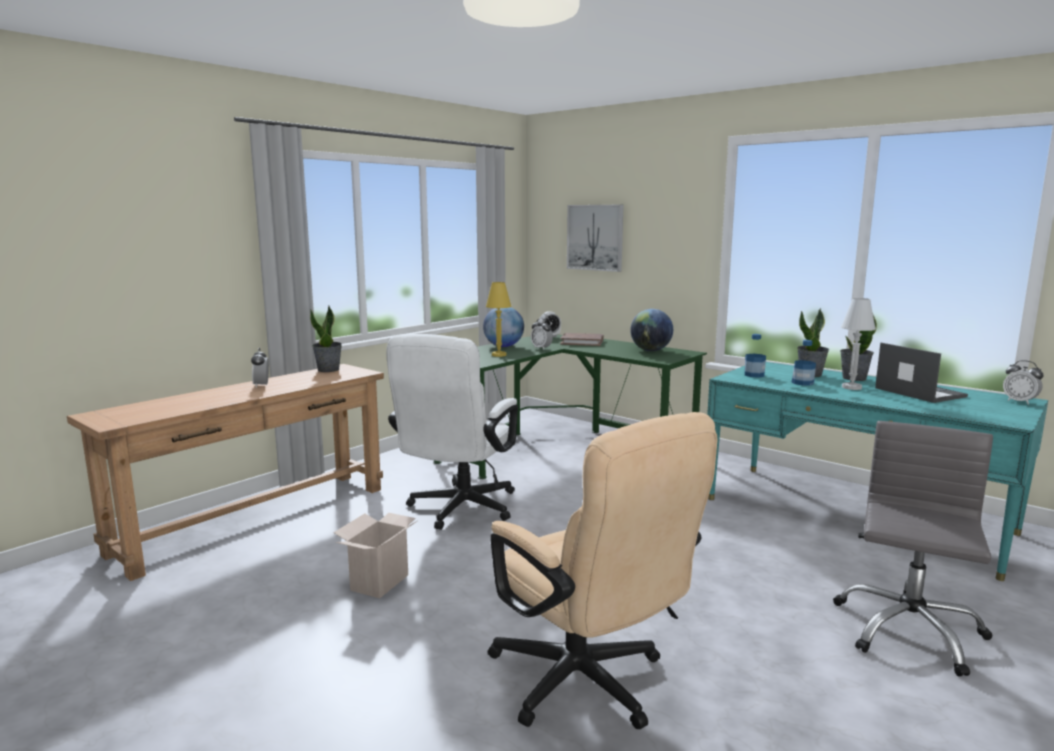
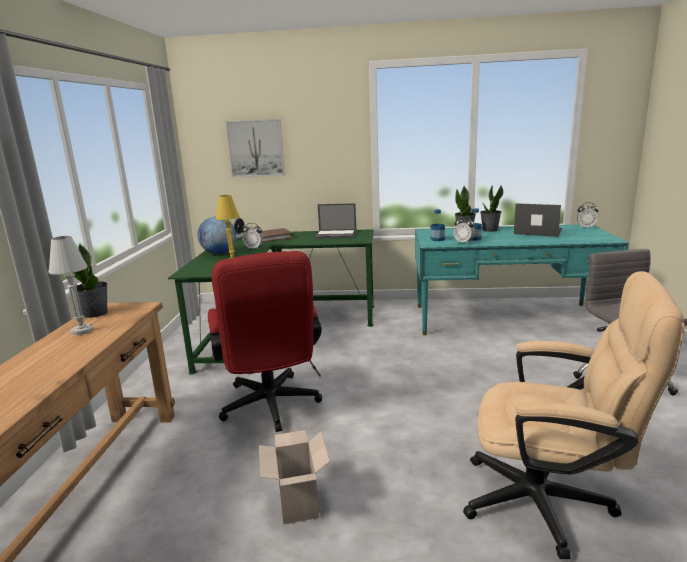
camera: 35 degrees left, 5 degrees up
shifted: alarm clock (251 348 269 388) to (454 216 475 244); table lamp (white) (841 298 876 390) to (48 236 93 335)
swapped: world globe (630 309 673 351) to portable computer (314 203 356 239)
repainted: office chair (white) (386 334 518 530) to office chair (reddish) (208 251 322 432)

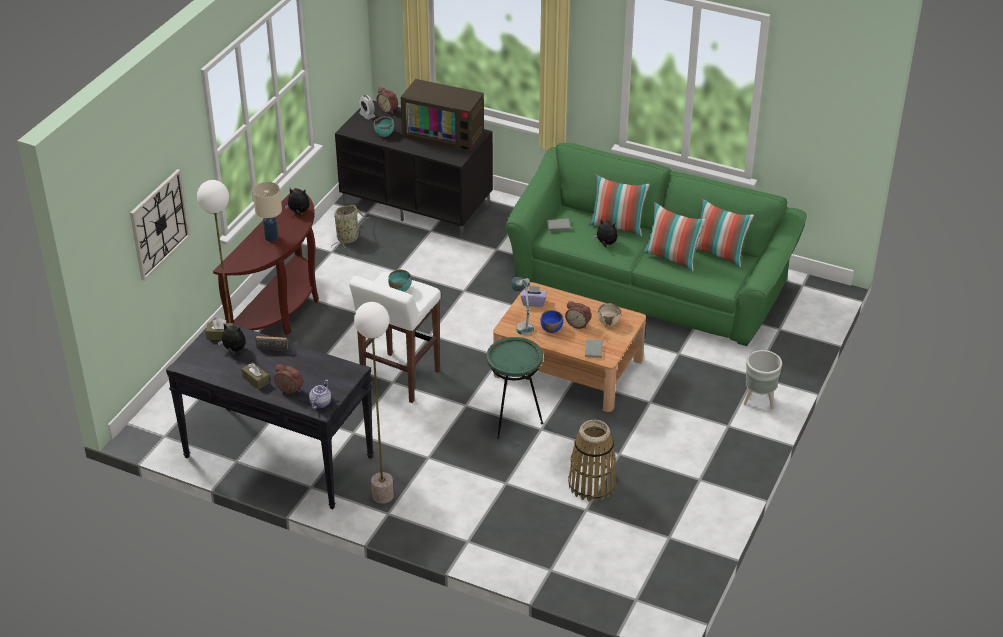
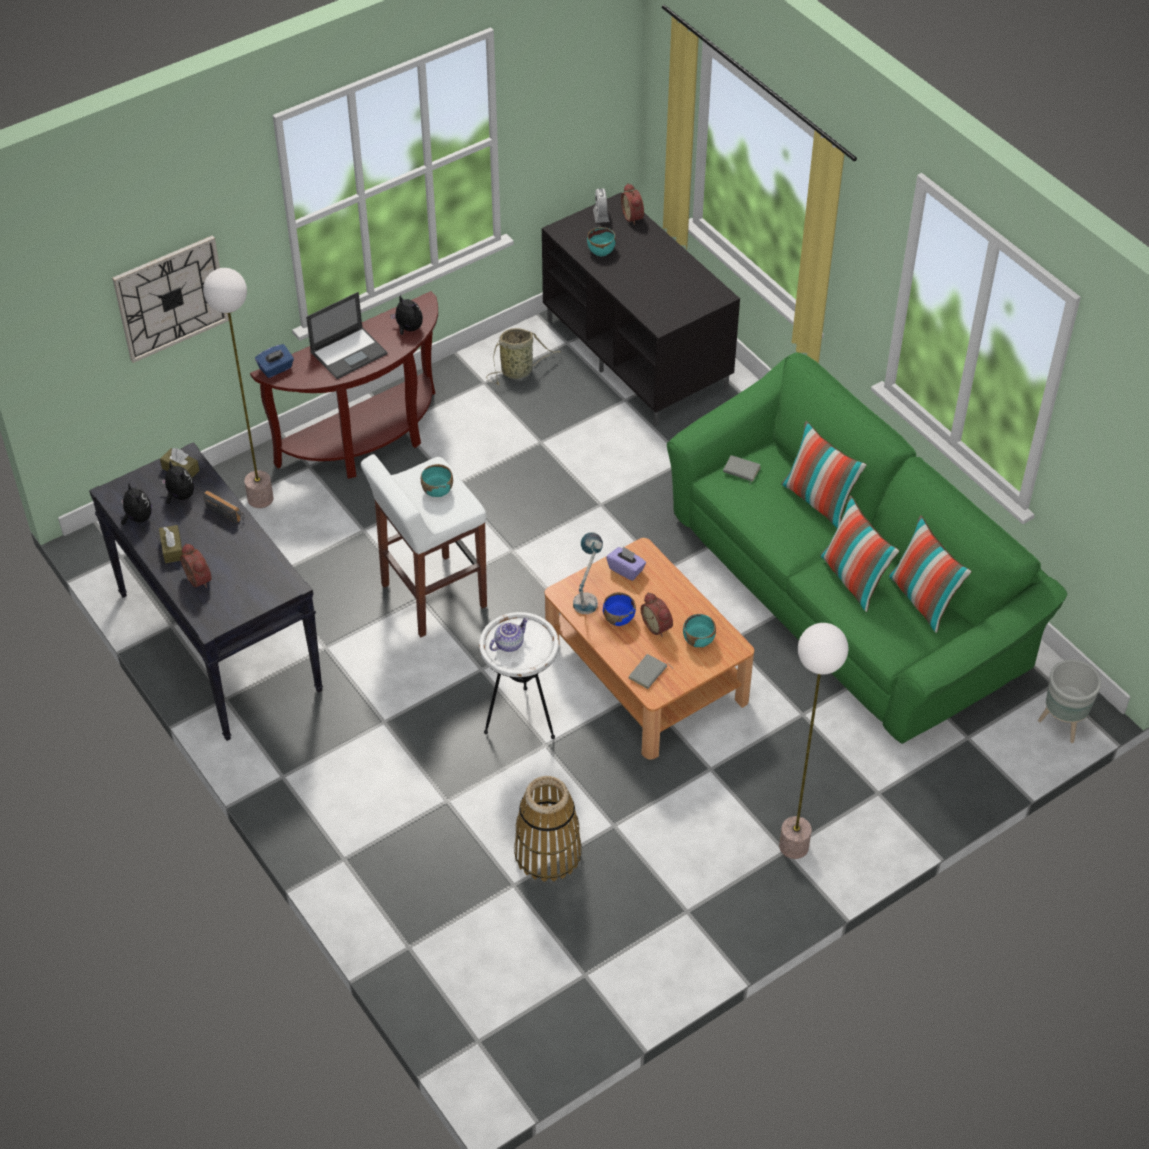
camera: 30 degrees right, 10 degrees up
gone: TV (401 79 484 152)
new: tissue box (blue) (255 344 294 378)
shifted: tea pot (309 380 331 409) to (489 618 528 652); standing lamp (354 302 394 504) to (779 623 848 859); cuddly toy (593 219 618 247) to (121 483 152 525); planter (grey) (744 350 782 409) to (1038 659 1101 743)
swapped: table lamp (beige-coloured) (253 182 282 242) to portable computer (306 292 388 379)
repainted: accent table (green-coloured) (487 337 543 439) to accent table (white) (479 612 559 739); bowl (beige-coloured) (598 303 621 326) to bowl (blue-green) (683 614 716 647)

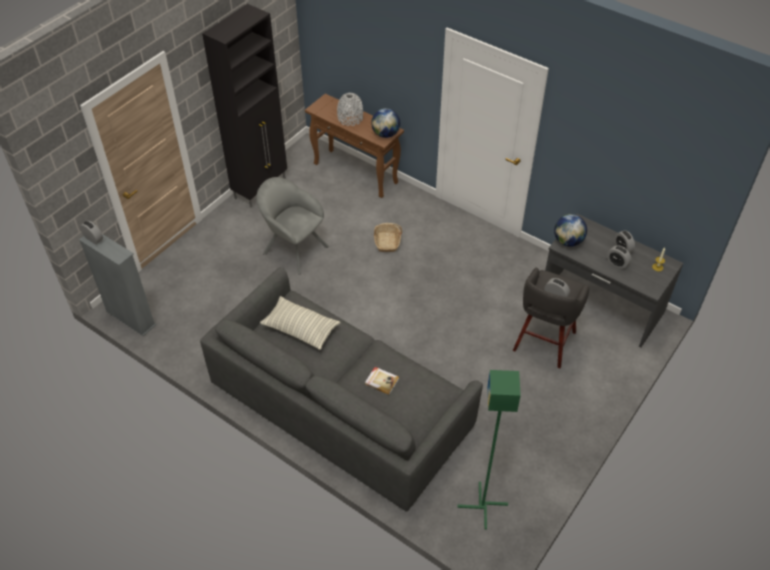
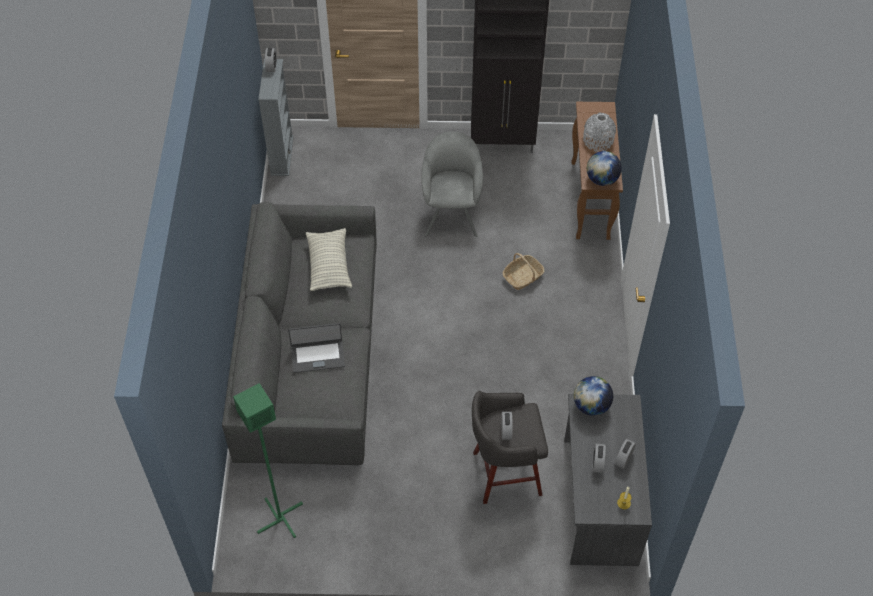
camera: 55 degrees right, 5 degrees up
swapped: book (365 367 399 395) to portable computer (288 323 345 373)

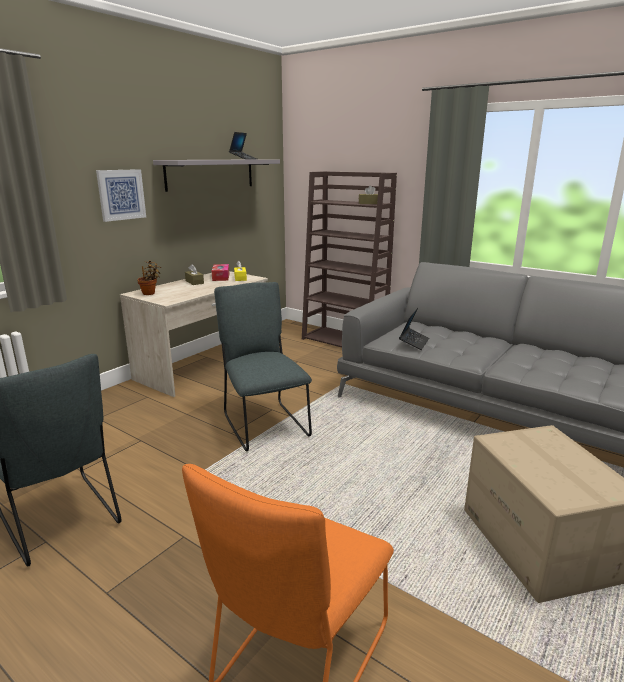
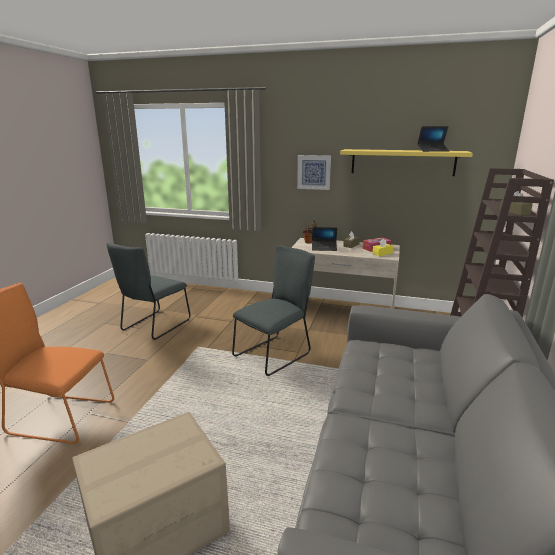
camera: 70 degrees right, 0 degrees up
shifted: portable computer (399 308 429 350) to (312 227 337 251)
repainted: bracket shelf (grey) (153 159 280 192) to bracket shelf (yellow-coloured) (340 149 473 176)

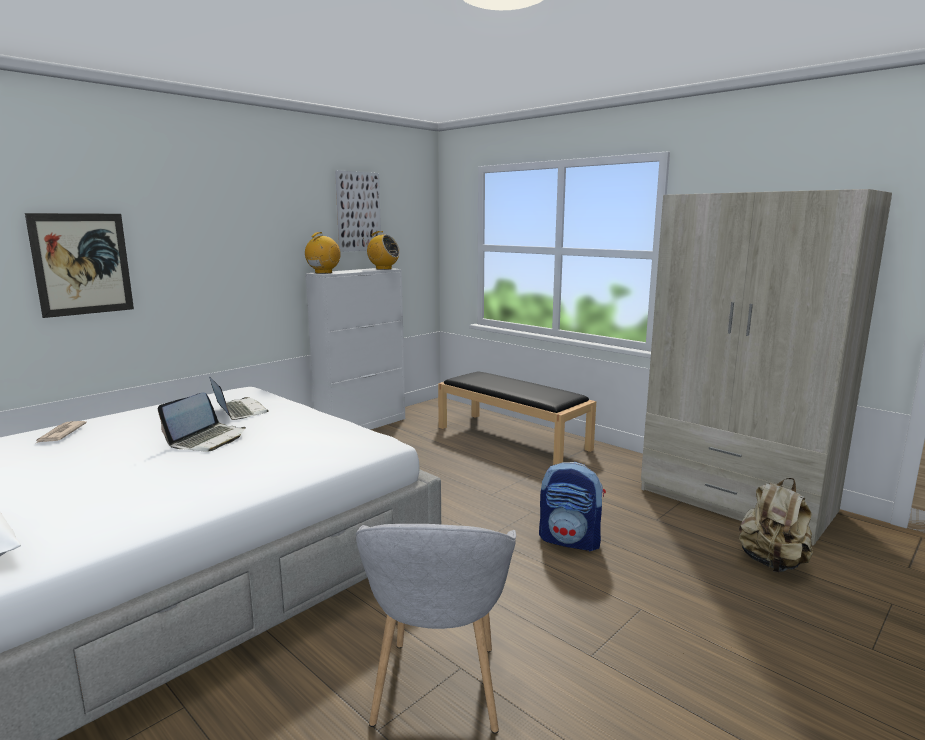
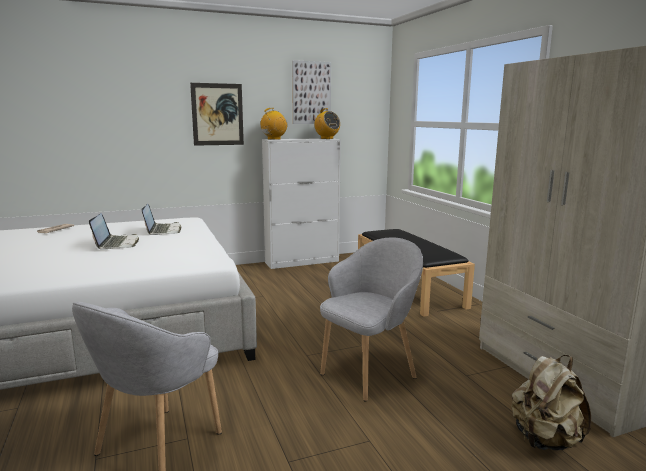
camera: 25 degrees right, 0 degrees up
shifted: wall art (25 213 134 318) to (190 83 244 146)
swapped: backpack (539 462 606 552) to lounge chair (grey) (320 238 423 402)
rotated: portable computer (158 392 246 452) = (89 213 139 249) 60 degrees counterclockwise

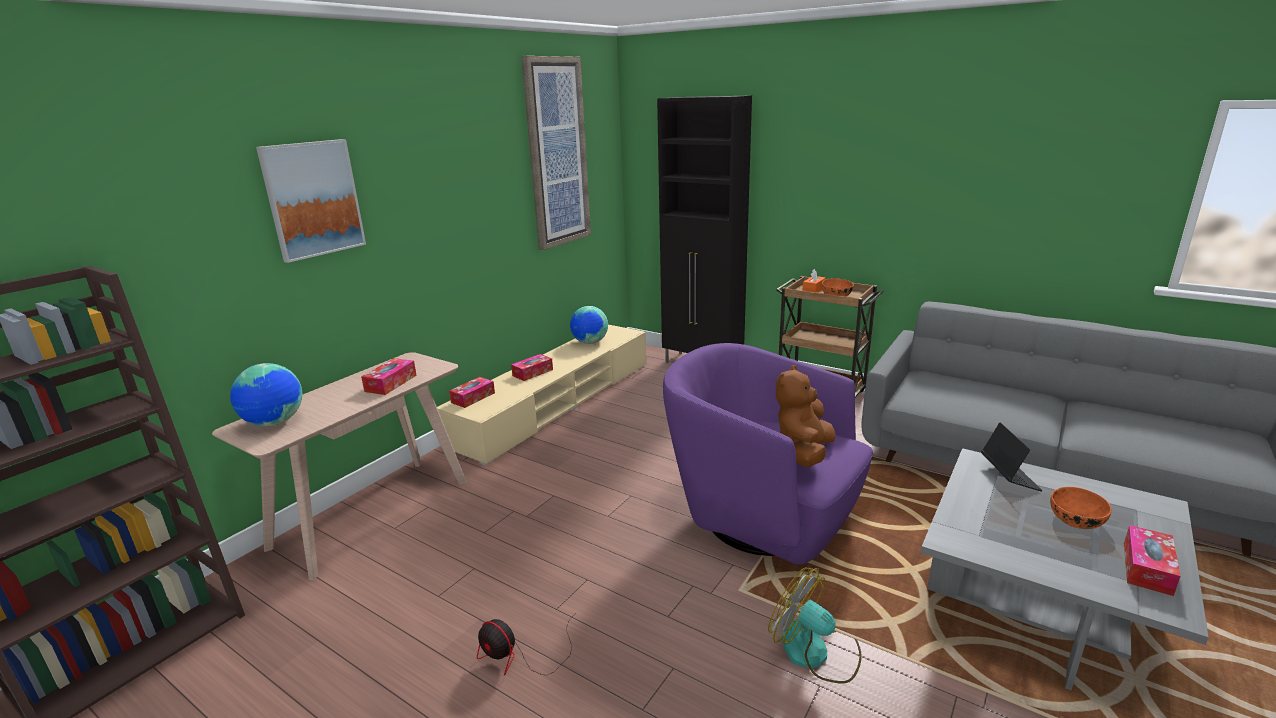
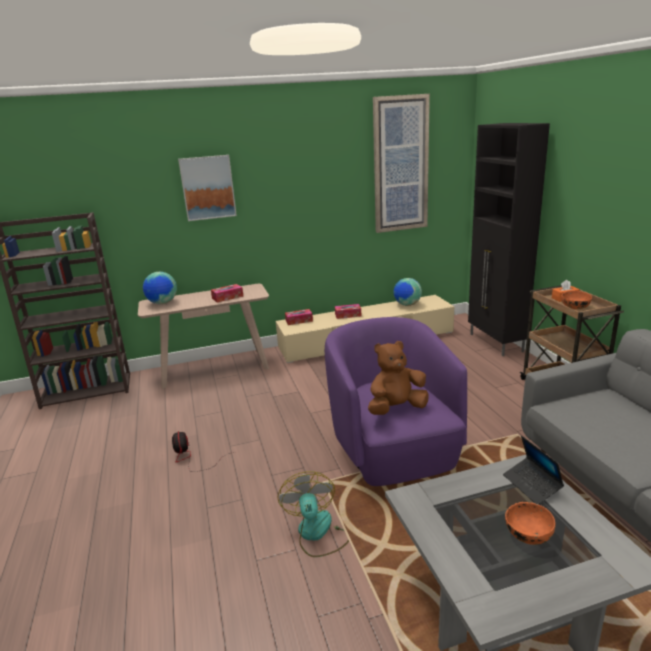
camera: 40 degrees right, 0 degrees up
gone: tissue box (1124 525 1181 596)
rotated: portable computer (981 423 1042 491) = (503 436 564 504) 120 degrees clockwise

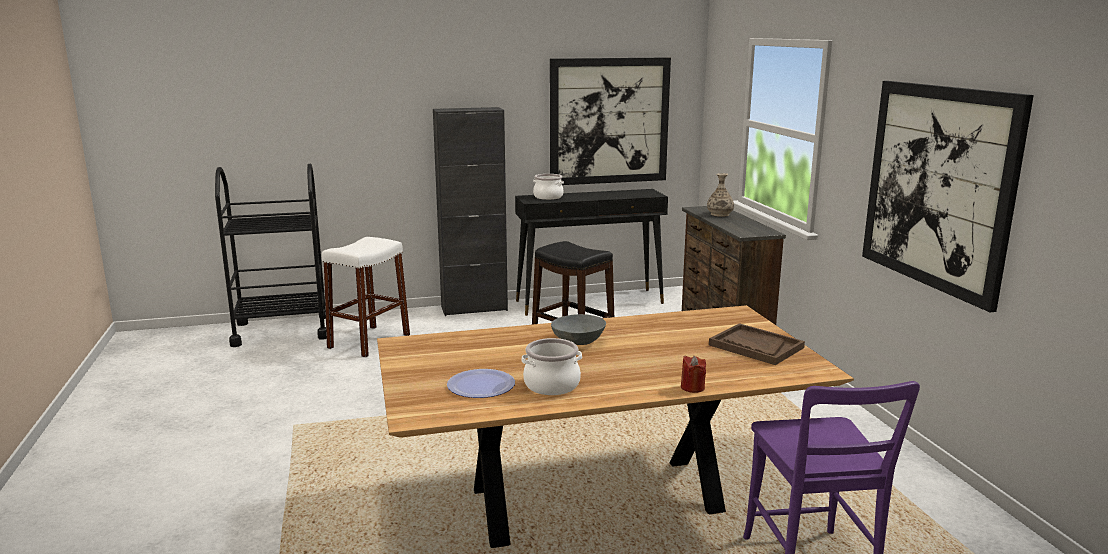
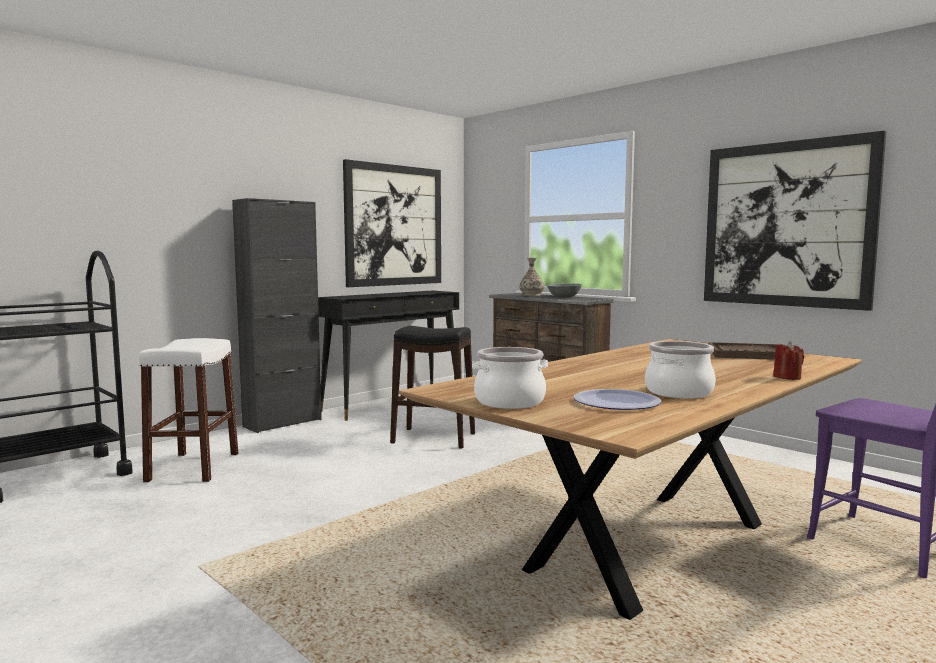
camera: 30 degrees left, 10 degrees down
shifted: stockpot (533 174 564 200) to (472 347 548 409); bowl (grey) (551 314 606 345) to (547 284 582 297)

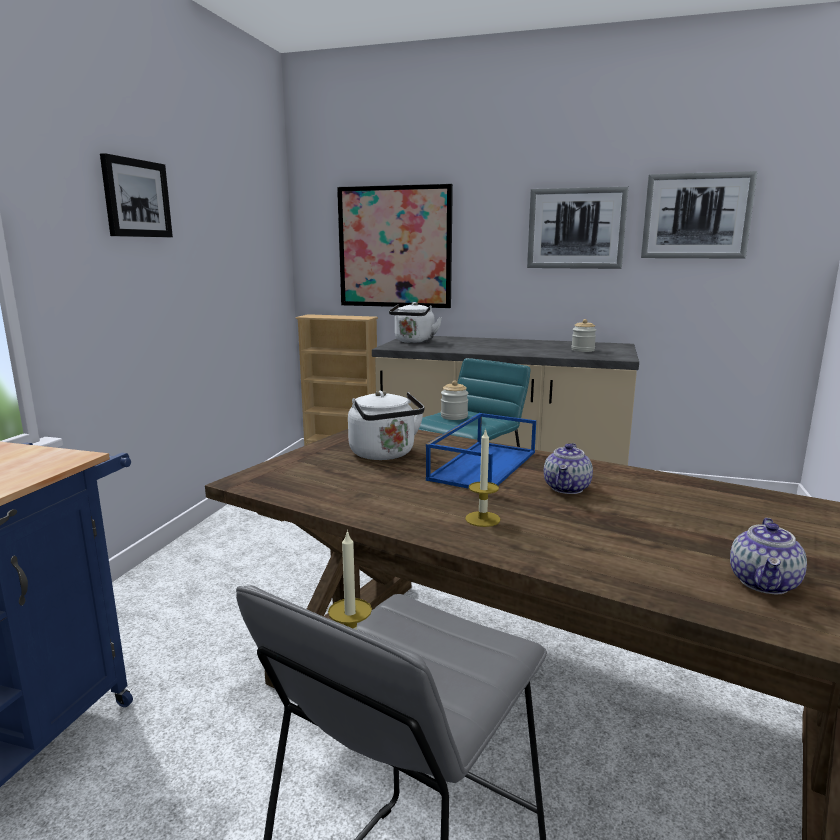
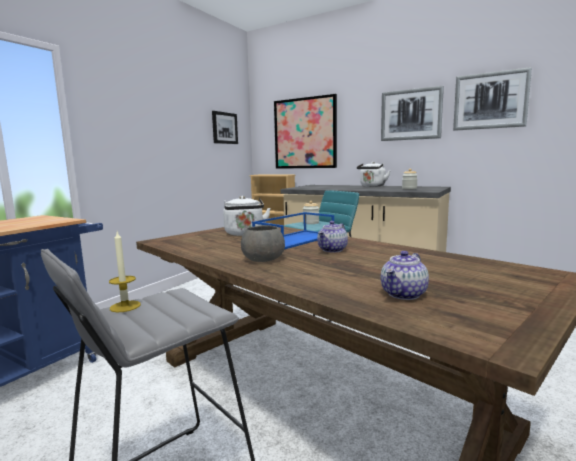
camera: 15 degrees right, 5 degrees down
shifted: wall art (100 153 173 237) to (212 111 238 144); tea kettle (white) (389 302 442 343) to (357 162 391 187)
swapped: wax light (465 428 500 527) to bowl (grey) (241 225 285 262)

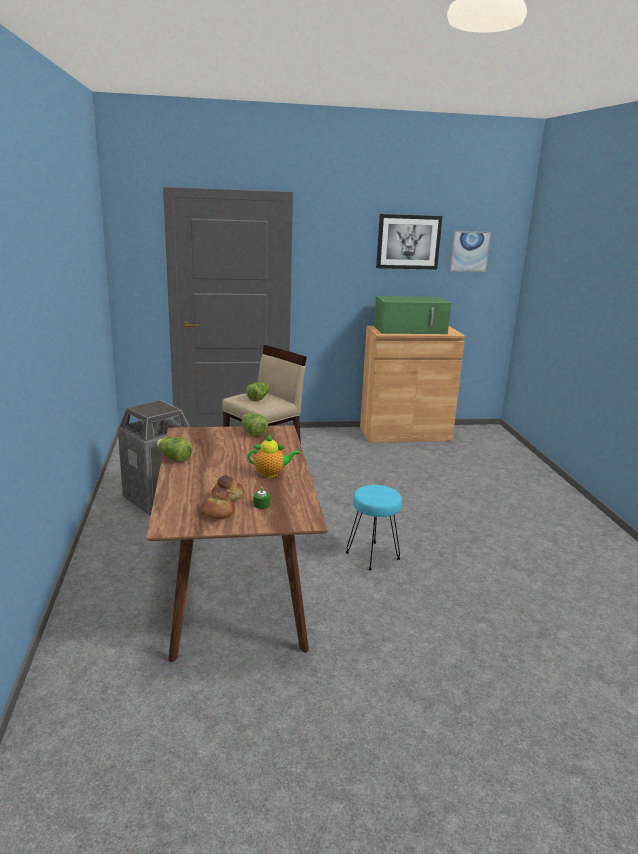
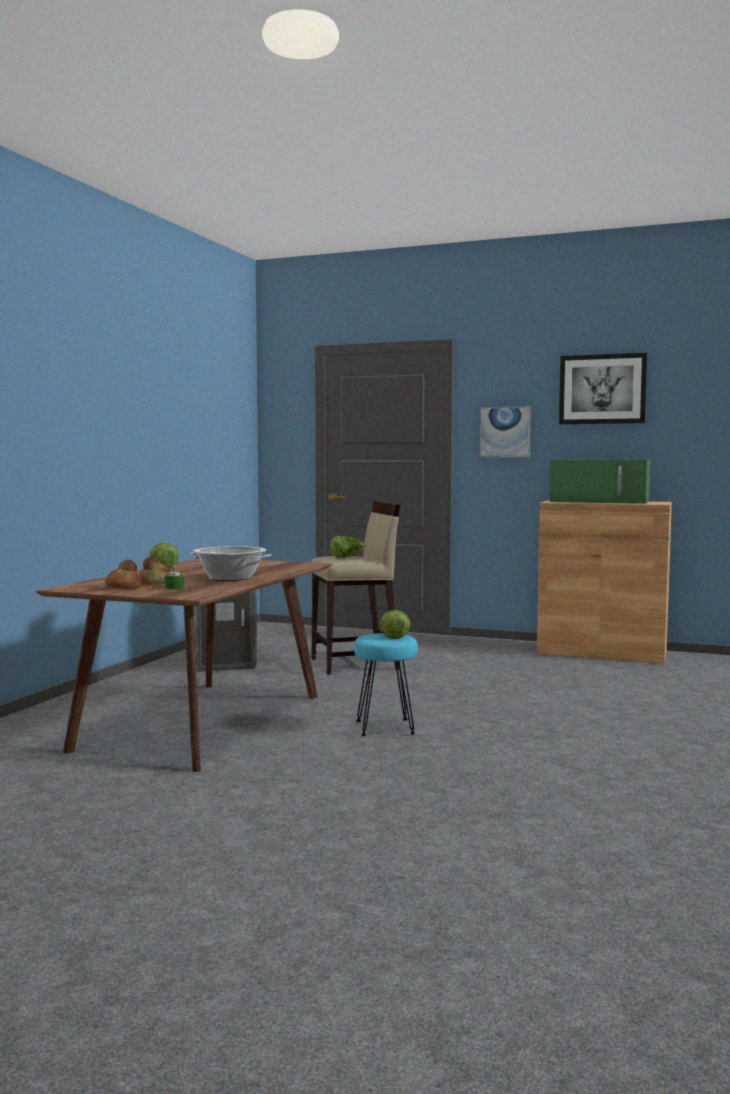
camera: 30 degrees right, 15 degrees down
shifted: lettuce (242 413 268 437) to (380 610 410 639); wall art (449 231 491 272) to (479 406 531 457)
swapped: tea pot (248 434 301 477) to stockpot (189 546 272 581)

